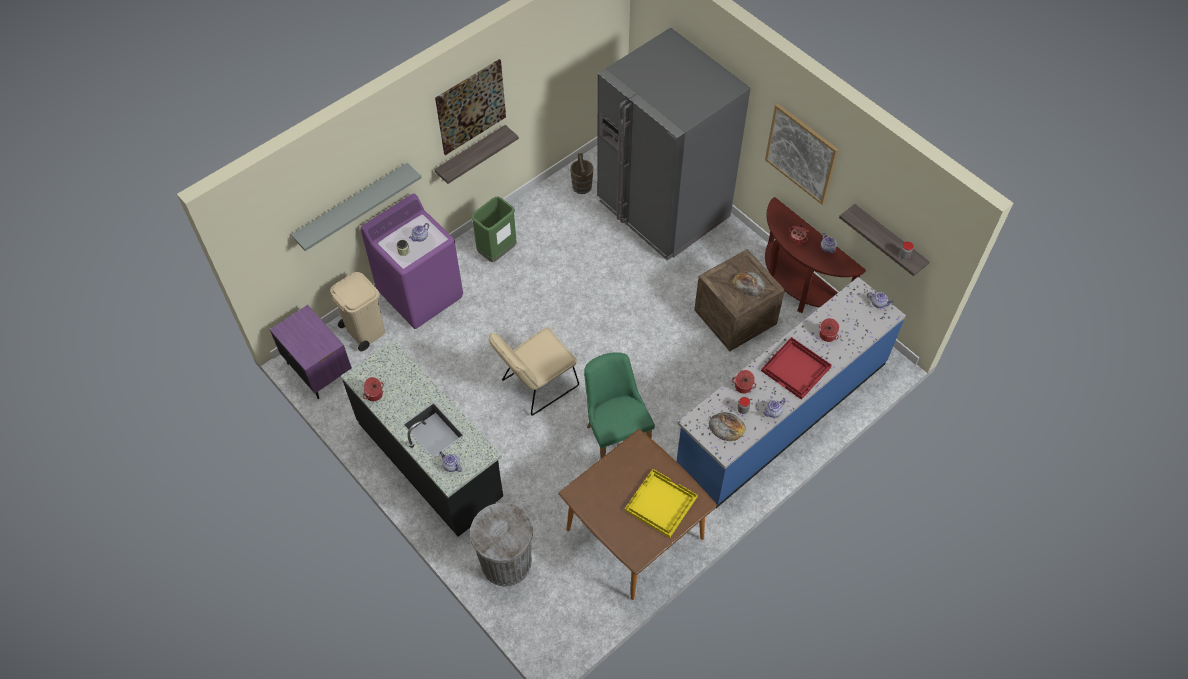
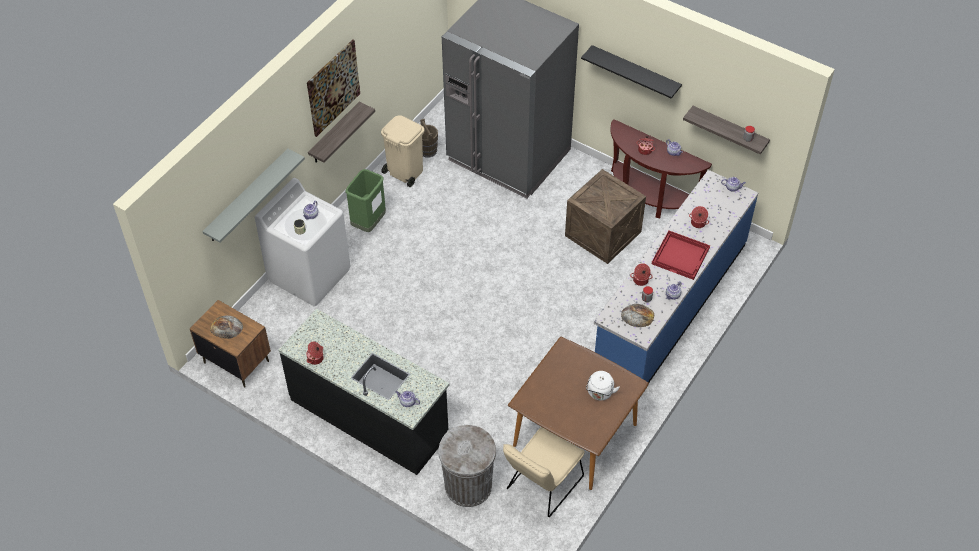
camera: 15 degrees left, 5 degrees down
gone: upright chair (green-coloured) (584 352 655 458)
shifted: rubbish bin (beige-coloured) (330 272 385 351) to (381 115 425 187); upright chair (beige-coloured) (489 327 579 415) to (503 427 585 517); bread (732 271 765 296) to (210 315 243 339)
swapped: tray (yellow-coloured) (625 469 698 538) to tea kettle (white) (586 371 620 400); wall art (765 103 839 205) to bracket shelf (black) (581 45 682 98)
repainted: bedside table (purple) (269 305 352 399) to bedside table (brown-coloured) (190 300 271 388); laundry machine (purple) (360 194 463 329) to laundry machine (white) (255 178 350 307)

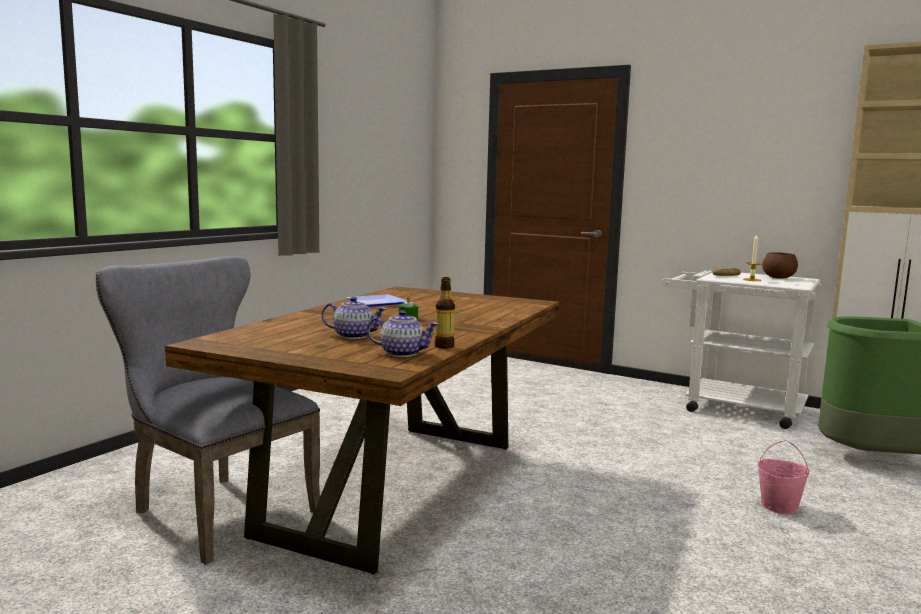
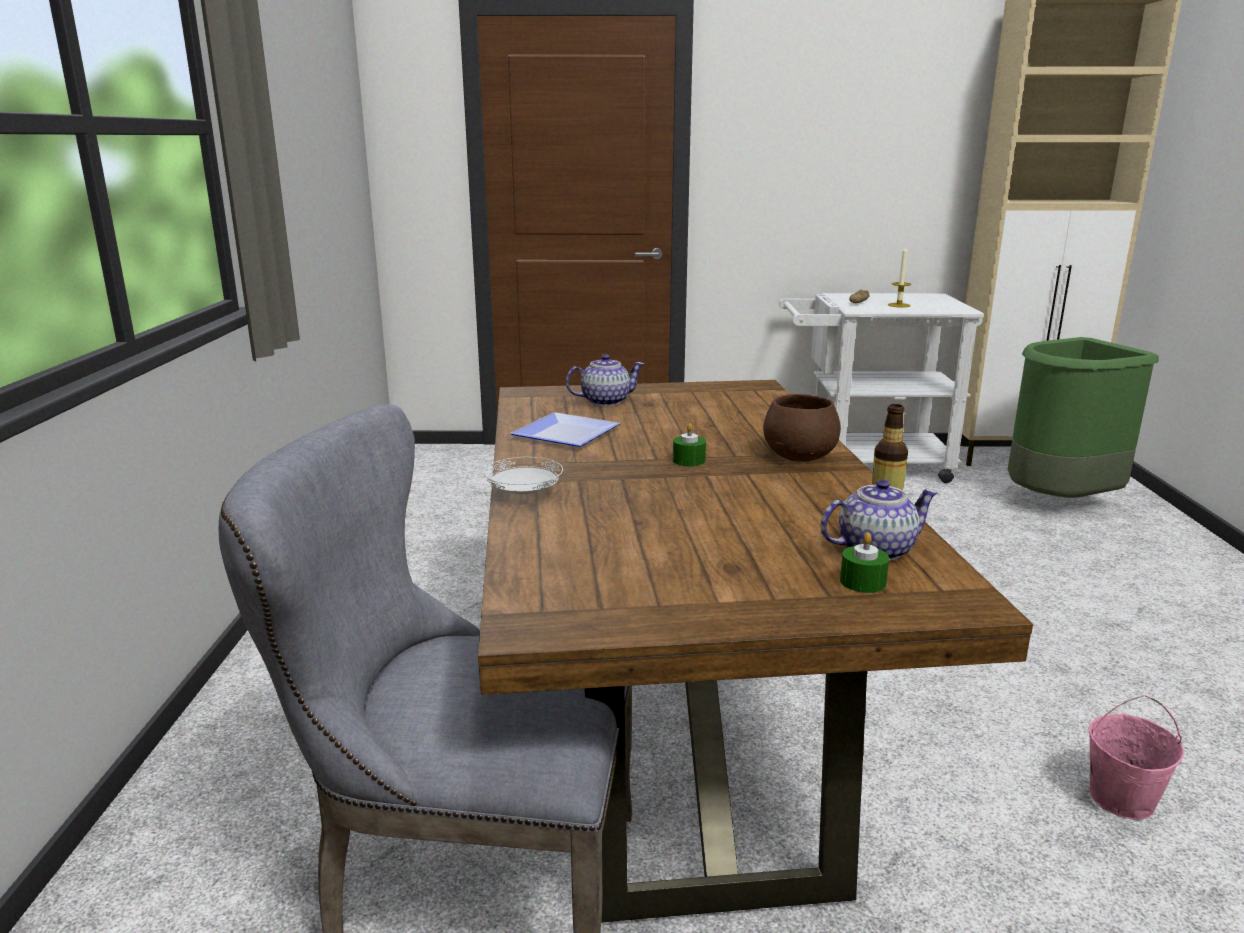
camera: 30 degrees left, 10 degrees up
new: plate (white) (484 457 563 495); wax light (green-coloured) (840 533 889 593)
shifted: tea pot (322 297 386 339) to (566 354 644 406); water bucket (pinkish) (757 440 810 514) to (1089 695 1184 820); bowl (brown-coloured) (762 252 798 279) to (763 394 841 462)

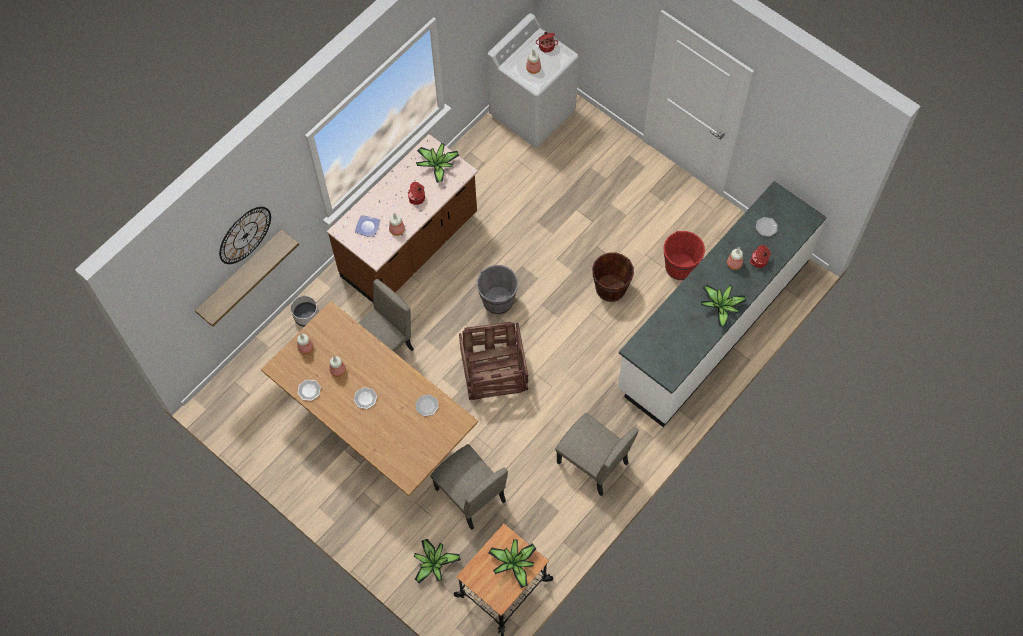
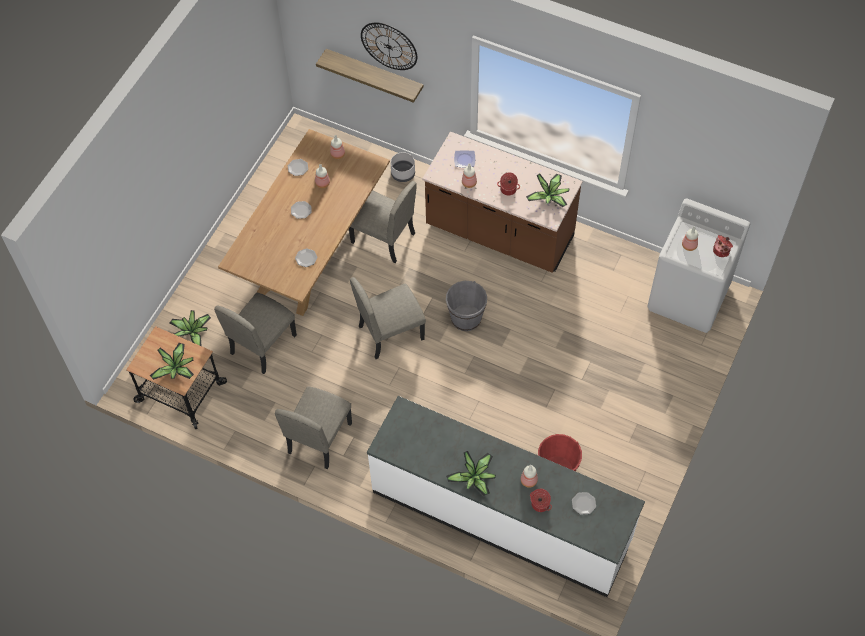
camera: 75 degrees right, 5 degrees down
gone: water bucket (brown-coloured) (592 252 634 302)
swapped: crate (459 322 528 400) to upright chair (beige-coloured) (350 277 426 359)

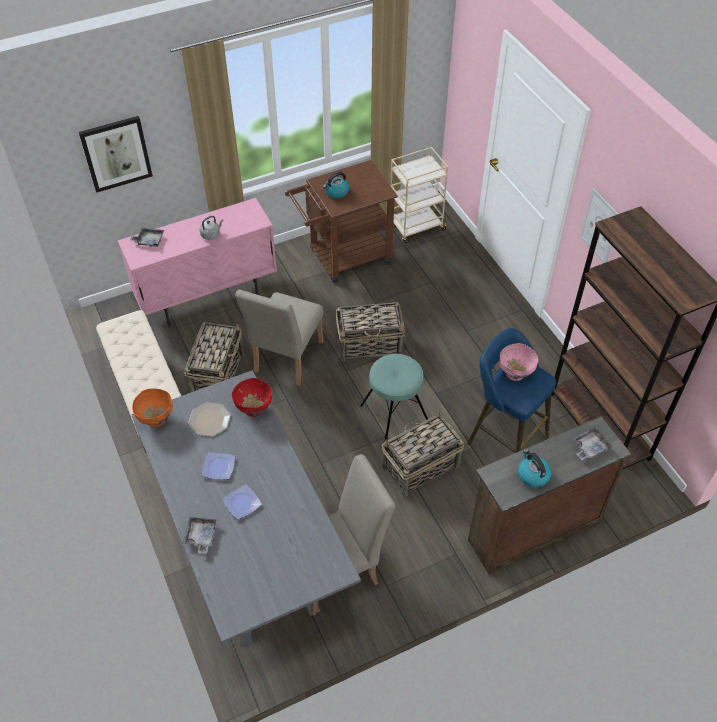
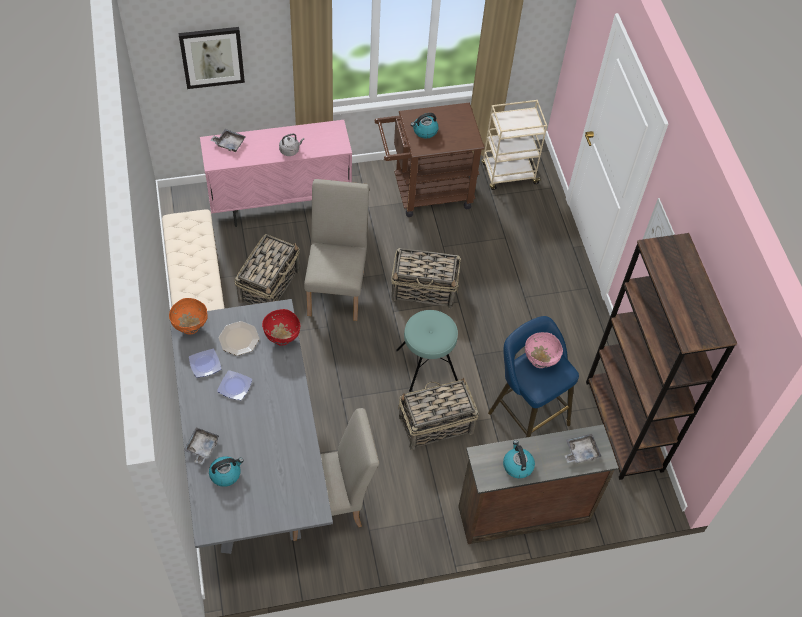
camera: 10 degrees right, 5 degrees up
new: tea kettle (209 456 244 487)
shifted: plate (222 485 262 520) to (189 349 221 378)
rotated: upright chair (beige-coloured) (235 290 324 386) = (304 179 369 321) 150 degrees clockwise

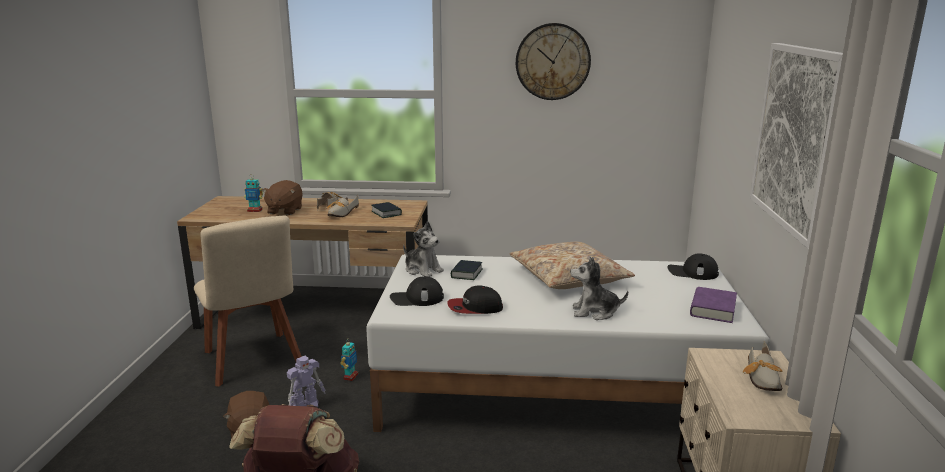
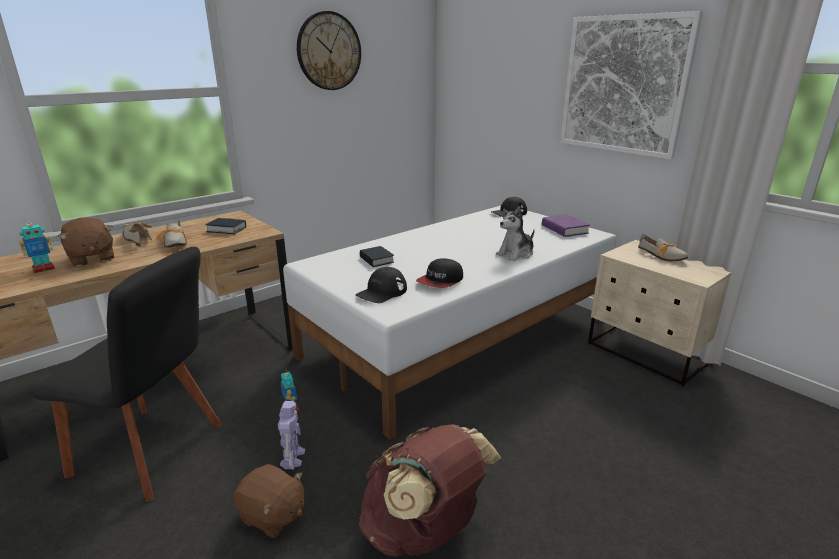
camera: 45 degrees left, 5 degrees up
gone: cuddly toy (403 221 444 277); throw pillow (beige-coloured) (510 242 635 289)
repainted: upright chair (beige-coloured) (194 216 302 387) to upright chair (black) (32 246 222 502)

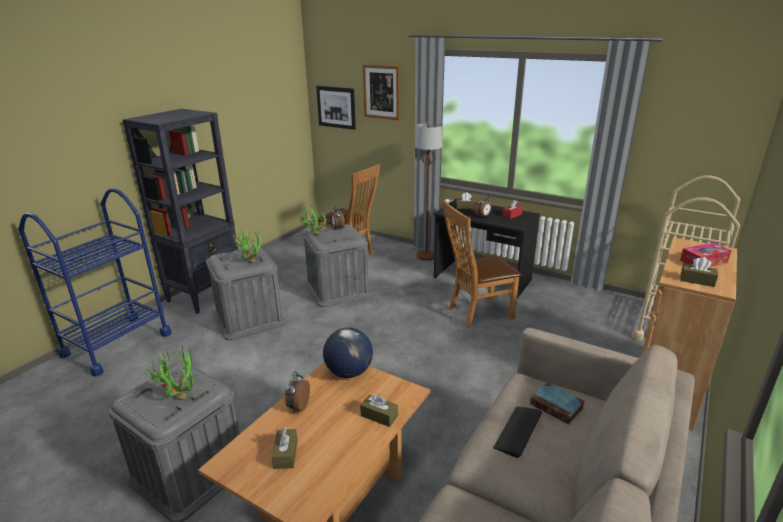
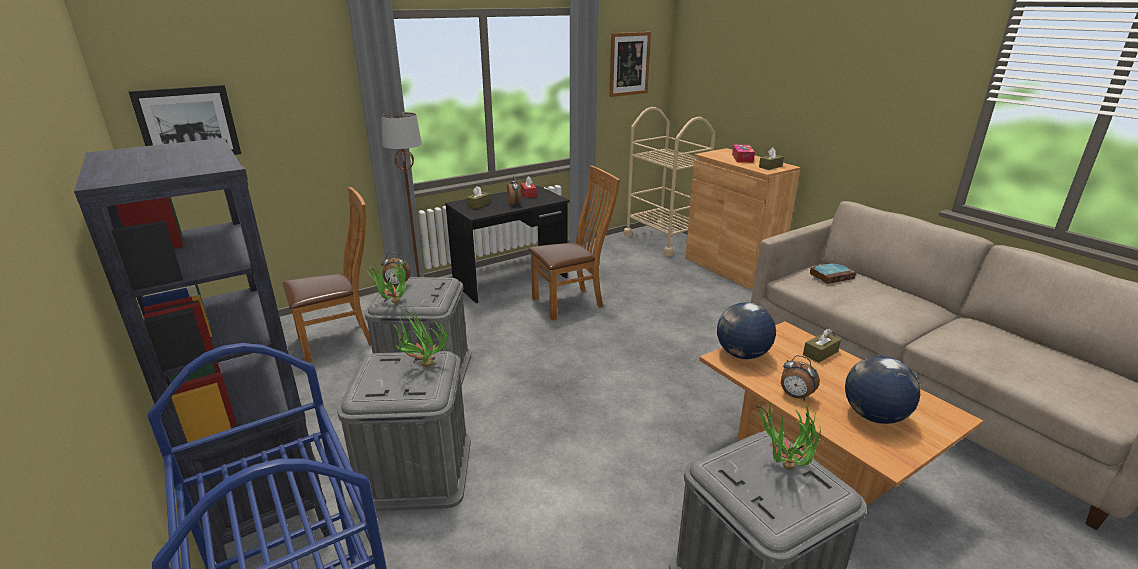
camera: 65 degrees left, 0 degrees up
gone: PC keyboard (493 406 542 458)
shifted: wall art (363 64 400 120) to (609 32 651 97)
swapped: tissue box (brown-coloured) (272 427 297 469) to world globe (845 356 920 424)
rotated: upright chair (brown-coloured) (443 201 521 327) = (528 165 620 320) 120 degrees counterclockwise

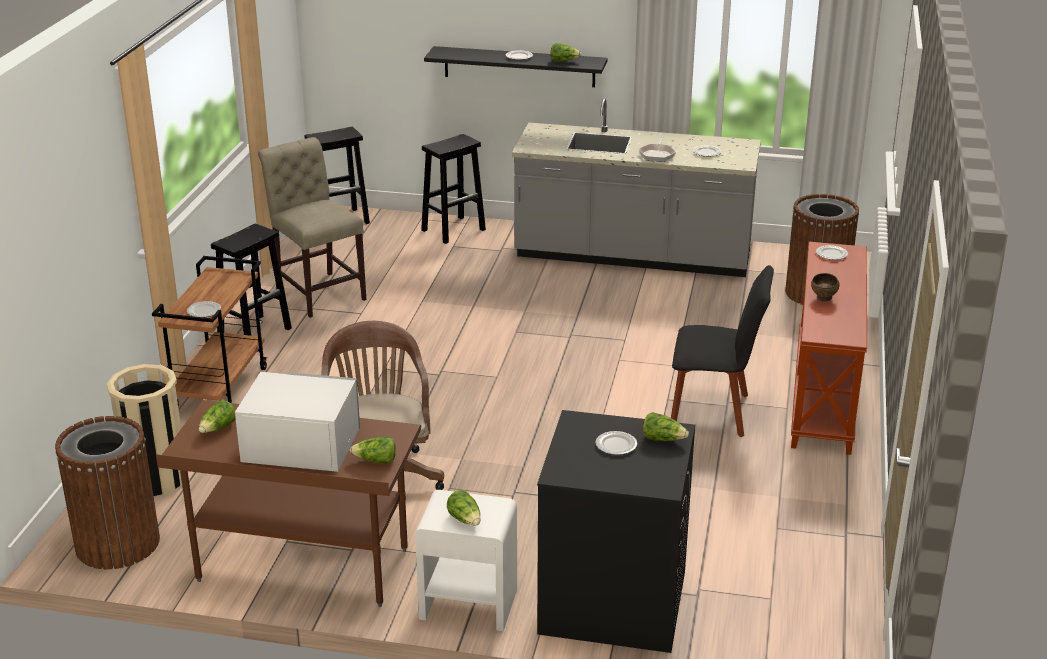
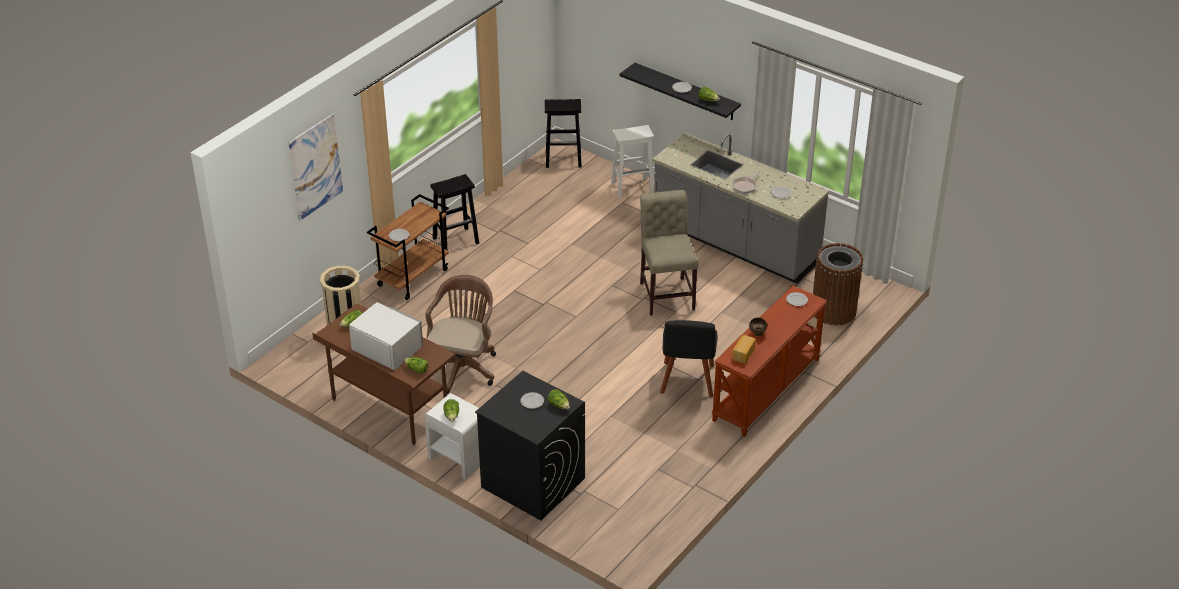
camera: 25 degrees right, 10 degrees up
gone: rubbish bin (brown-coloured) (55 416 160 569)
new: wall art (288 113 343 221); bread (732 335 756 363)
shifted: upright chair (beige-coloured) (258 137 366 318) to (640 190 698 316)
repainted: stool seat (black) (421 134 486 244) to stool seat (white) (611 125 654 199)
rotated: upright chair (black) (671 265 774 437) = (660 320 717 397) 60 degrees clockwise

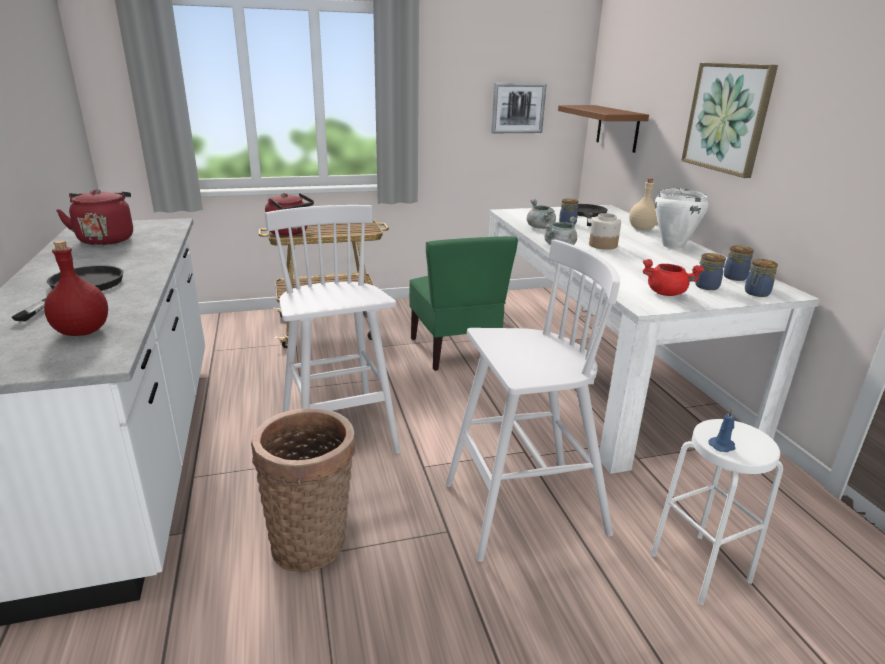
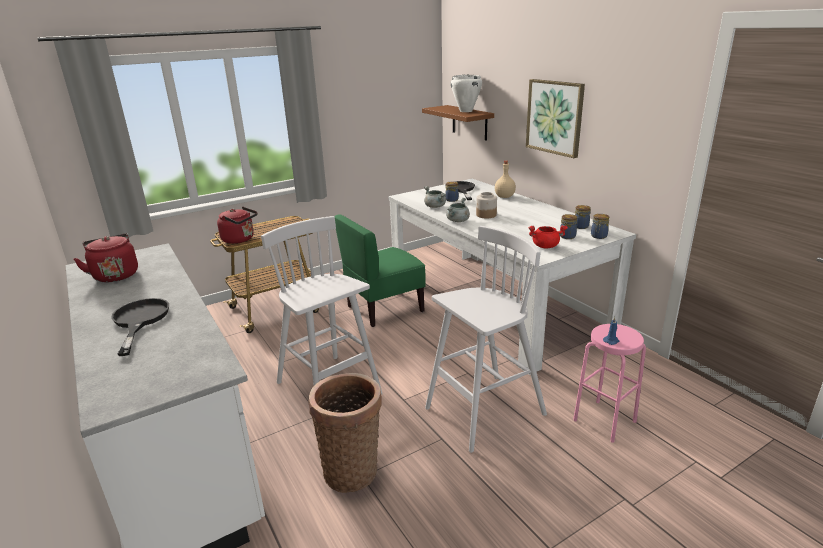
camera: 15 degrees left, 0 degrees up
gone: beverage bottle (reddish) (44 240 108 336); wall art (491 83 547 133)
shifted: stockpot (white) (655 188 708 249) to (451 75 482 112)
repainted: stool seat (white) (651 419 783 605) to stool seat (pinkish) (573 324 646 443)
rotated: upright chair (green-coloured) (409 236 518 371) = (334 214 426 327) 90 degrees clockwise

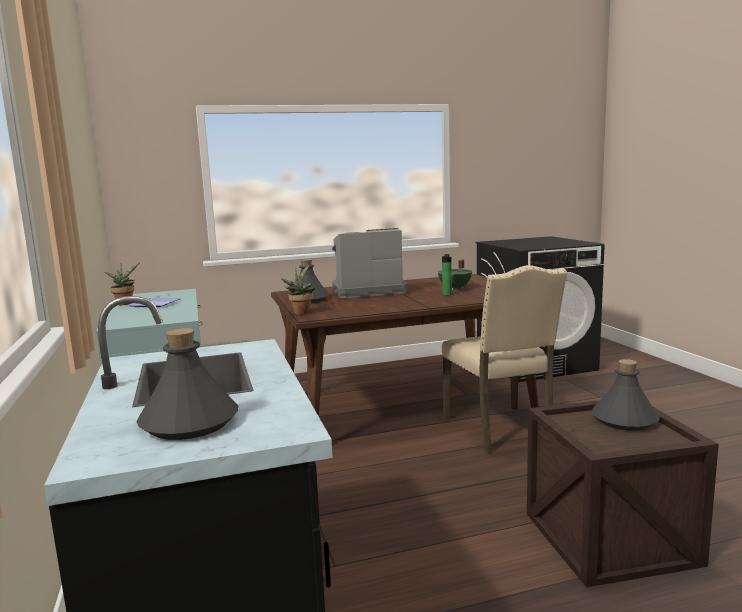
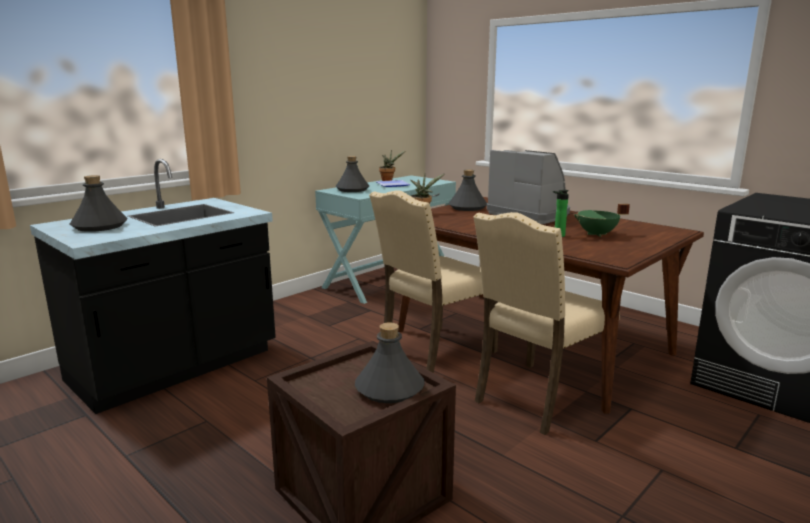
camera: 60 degrees right, 5 degrees up
new: beverage bottle (grey) (336 156 369 192); upright chair (beige-coloured) (369 190 498 373)

